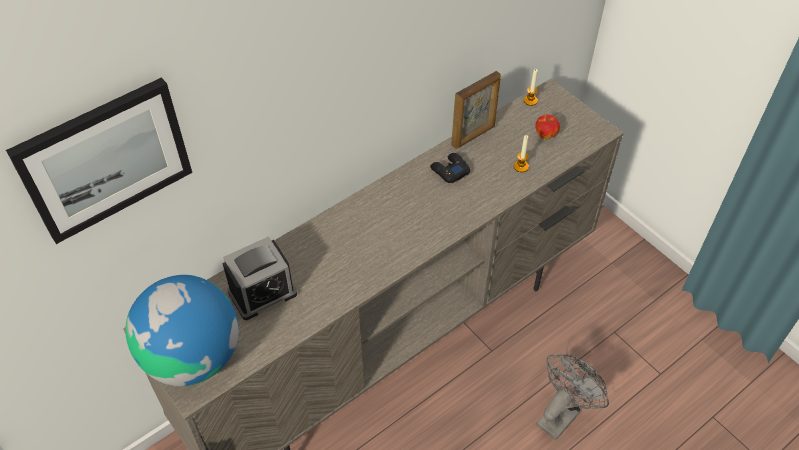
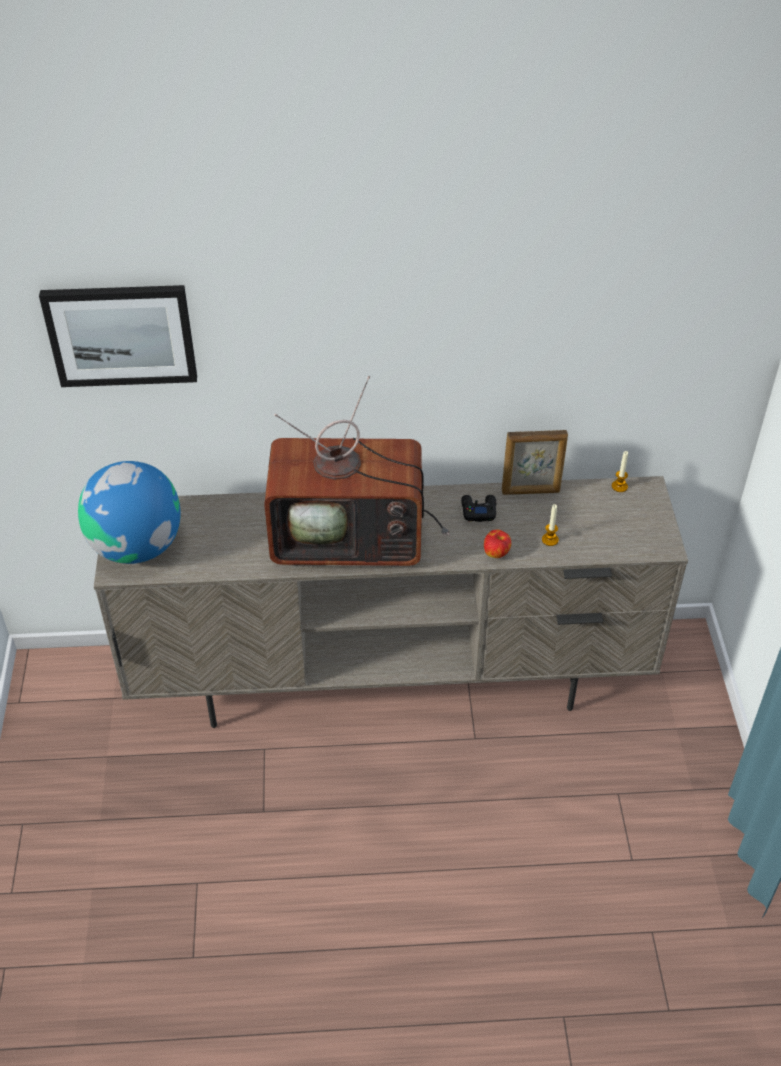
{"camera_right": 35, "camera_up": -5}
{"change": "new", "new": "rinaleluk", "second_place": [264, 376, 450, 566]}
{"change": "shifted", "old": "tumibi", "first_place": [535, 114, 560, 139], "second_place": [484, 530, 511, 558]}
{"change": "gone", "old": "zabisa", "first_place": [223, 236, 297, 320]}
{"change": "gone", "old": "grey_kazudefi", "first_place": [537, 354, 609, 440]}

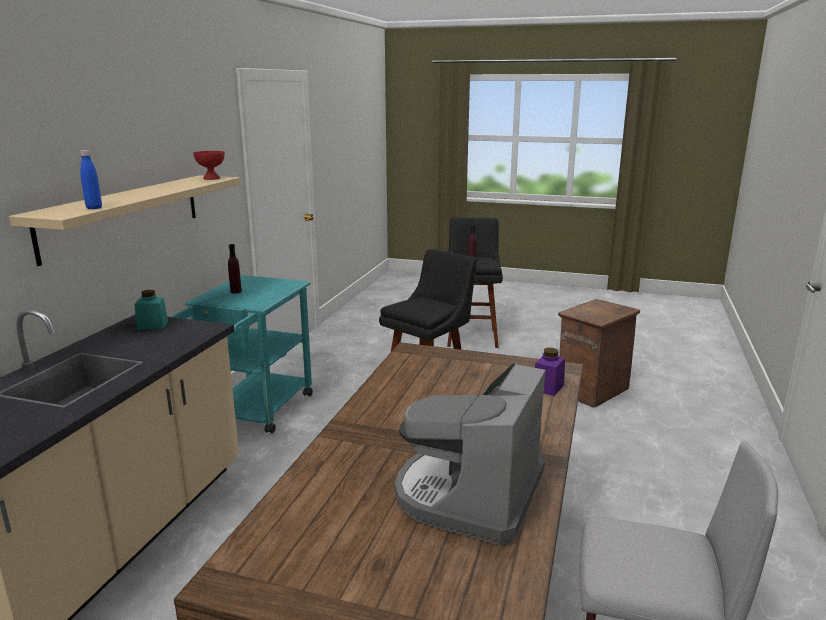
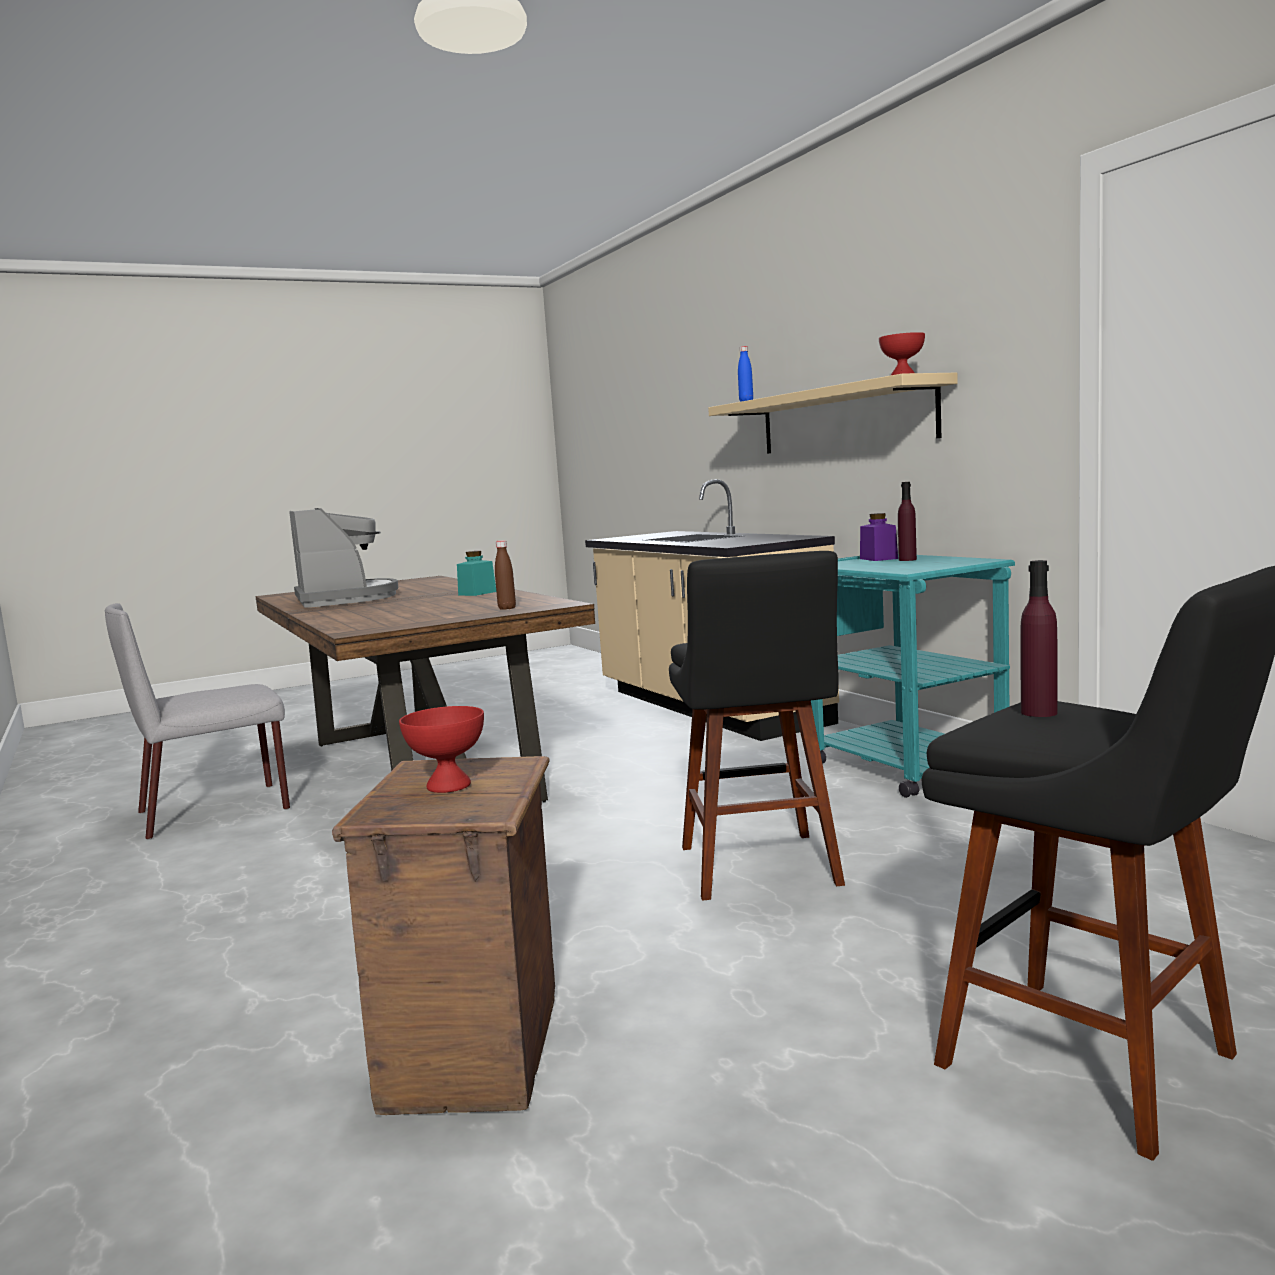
{"camera_right": 135, "camera_up": -10}
{"change": "new", "new": "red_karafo", "second_place": [399, 706, 484, 793]}
{"change": "shifted", "old": "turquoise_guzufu", "first_place": [134, 290, 168, 330], "second_place": [457, 551, 496, 596]}
{"change": "new", "new": "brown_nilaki", "second_place": [495, 540, 516, 610]}
{"change": "shifted", "old": "purple_guzufu", "first_place": [535, 348, 565, 396], "second_place": [860, 513, 898, 561]}

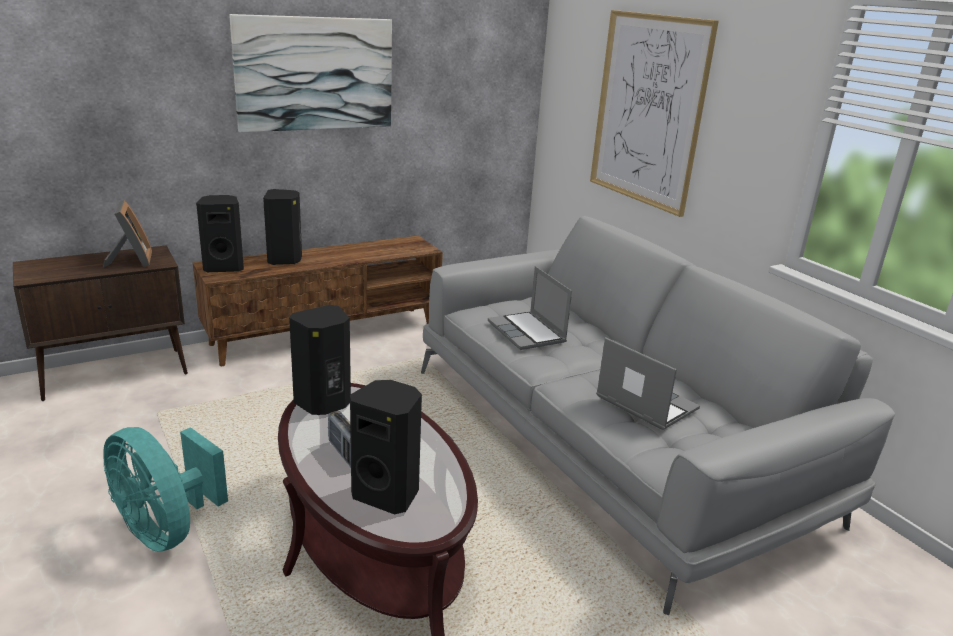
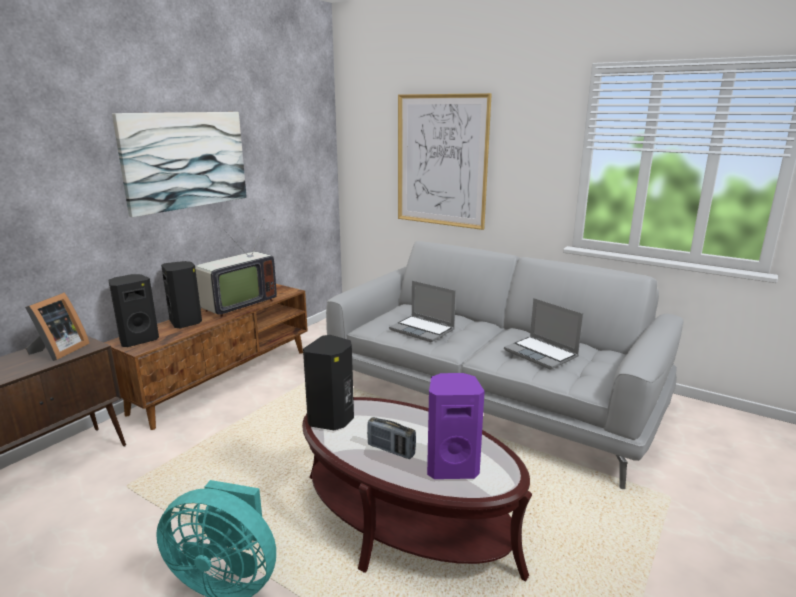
{"camera_right": -25, "camera_up": -5}
{"change": "rotated", "old": "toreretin", "first_place": [103, 200, 152, 268], "second_place": [25, 292, 90, 361], "degrees": 60}
{"change": "new", "new": "rinaleluk", "second_place": [195, 220, 277, 318]}
{"change": "repainted", "old": "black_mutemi", "new": "purple_mutemi", "first_place": [350, 380, 422, 515], "second_place": [427, 373, 485, 479]}
{"change": "rotated", "old": "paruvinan", "first_place": [596, 337, 700, 430], "second_place": [504, 298, 583, 370], "degrees": -150}

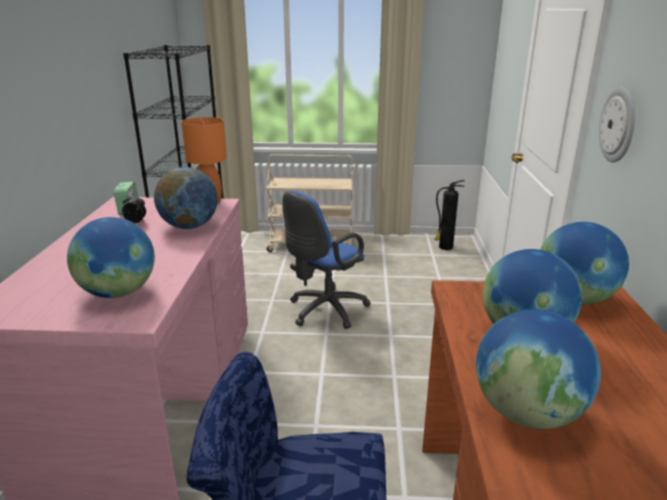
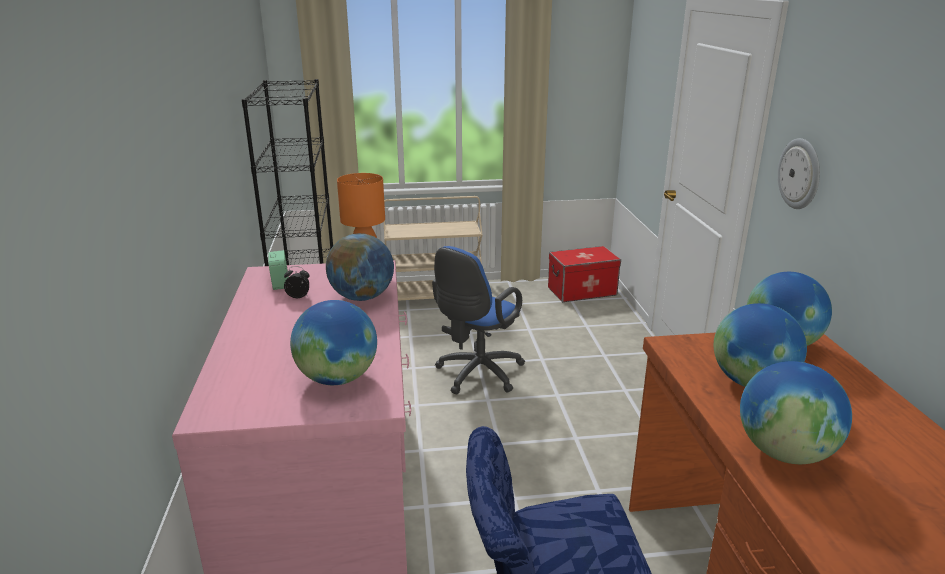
{"camera_right": -10, "camera_up": 0}
{"change": "swapped", "old": "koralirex", "new": "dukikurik", "first_place": [435, 180, 465, 250], "second_place": [548, 246, 621, 302]}

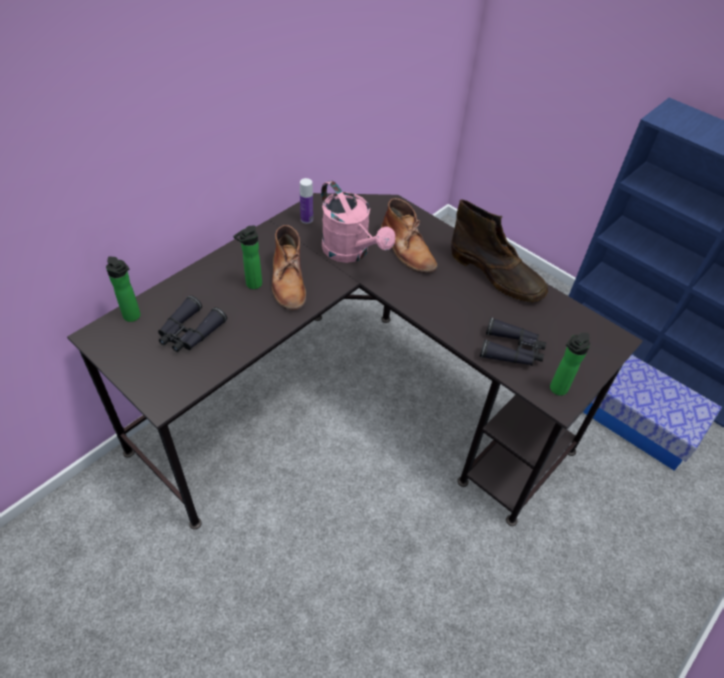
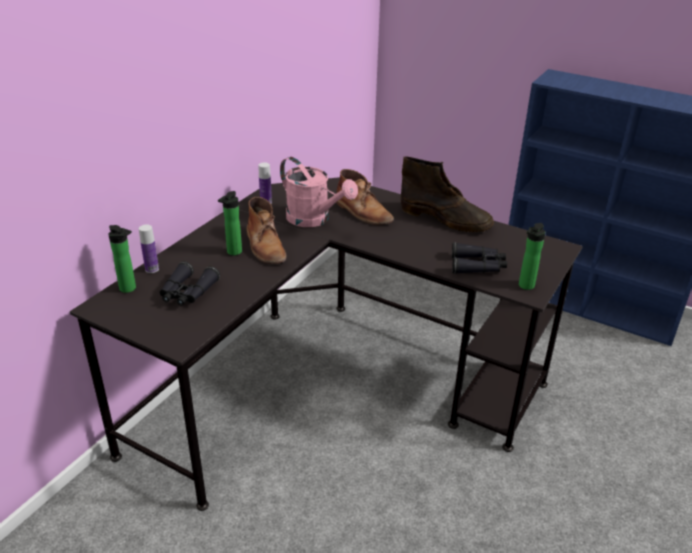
{"camera_right": -10, "camera_up": -15}
{"change": "new", "new": "nilaki", "second_place": [139, 225, 159, 273]}
{"change": "gone", "old": "dukikurik", "first_place": [583, 355, 722, 471]}

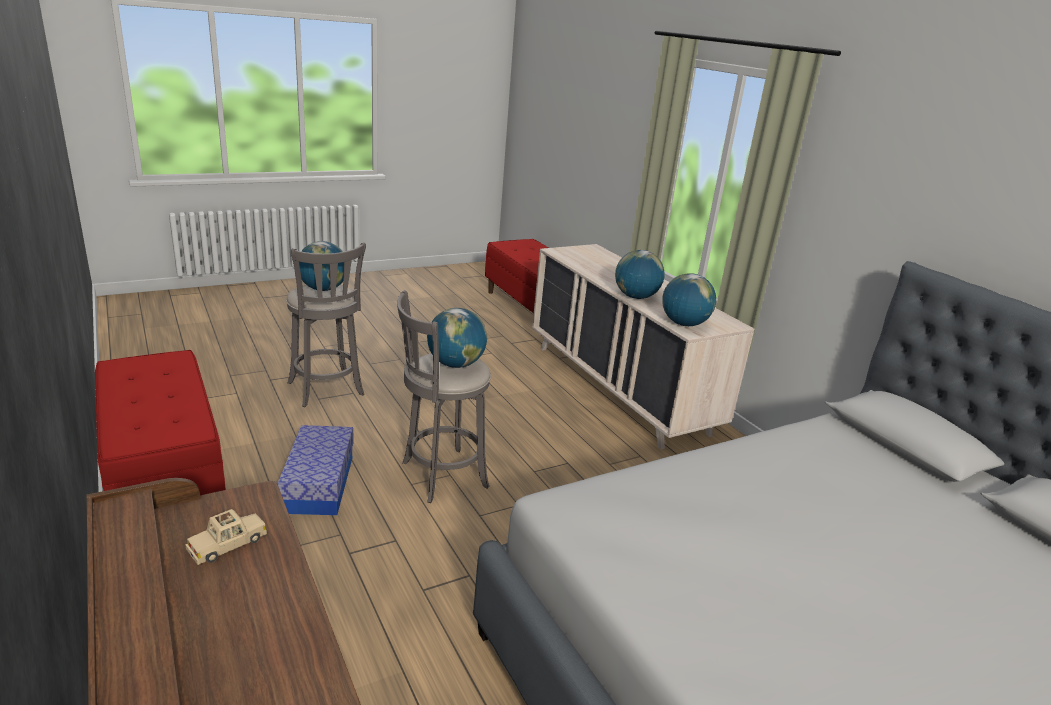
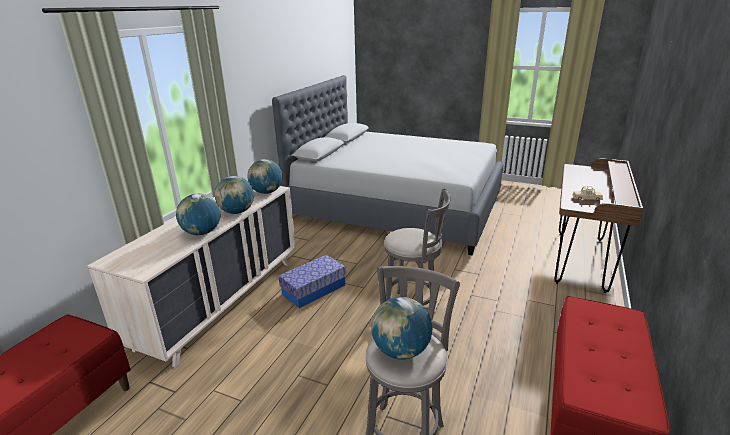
{"camera_right": -125, "camera_up": 0}
{"change": "shifted", "old": "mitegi", "first_place": [427, 308, 487, 368], "second_place": [176, 194, 220, 235]}
{"change": "shifted", "old": "dukikurik", "first_place": [278, 425, 354, 515], "second_place": [278, 255, 346, 308]}

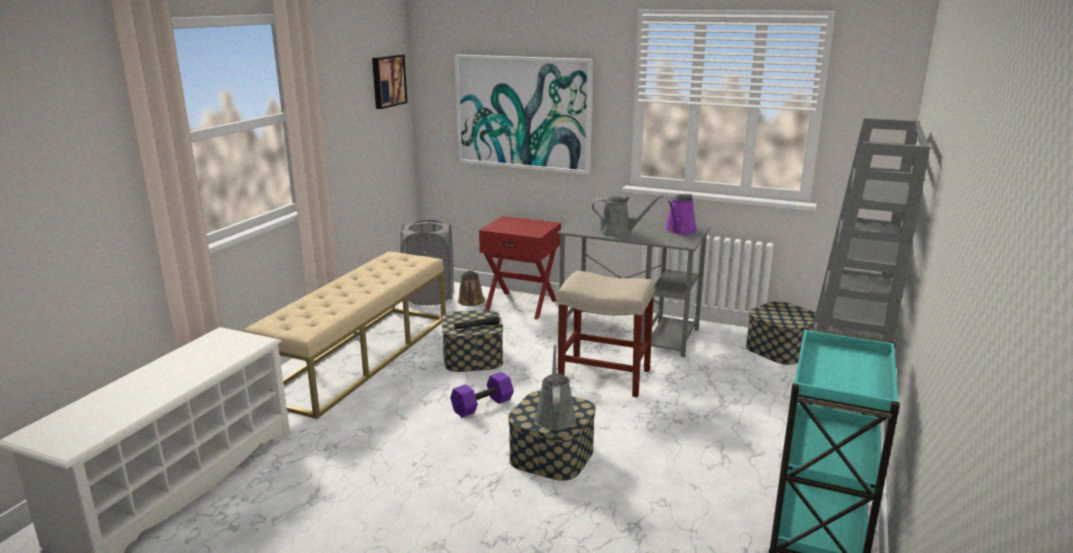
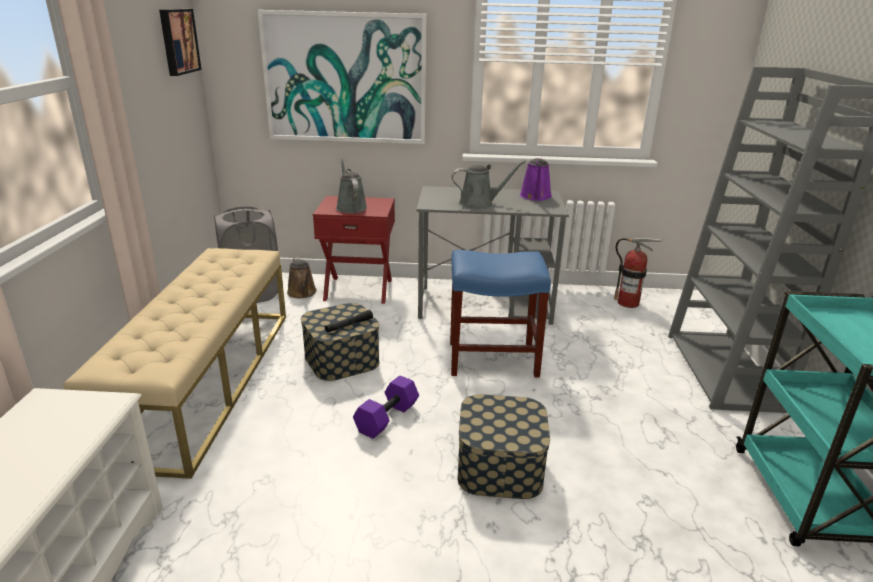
{"camera_right": -20, "camera_up": 5}
{"change": "shifted", "old": "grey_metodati", "first_place": [534, 344, 576, 430], "second_place": [336, 158, 367, 213]}
{"change": "repainted", "old": "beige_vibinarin", "new": "blue_vibinarin", "first_place": [557, 271, 655, 397], "second_place": [450, 250, 551, 378]}
{"change": "swapped", "old": "dukikurik", "new": "koralirex", "first_place": [746, 301, 815, 365], "second_place": [614, 238, 663, 308]}

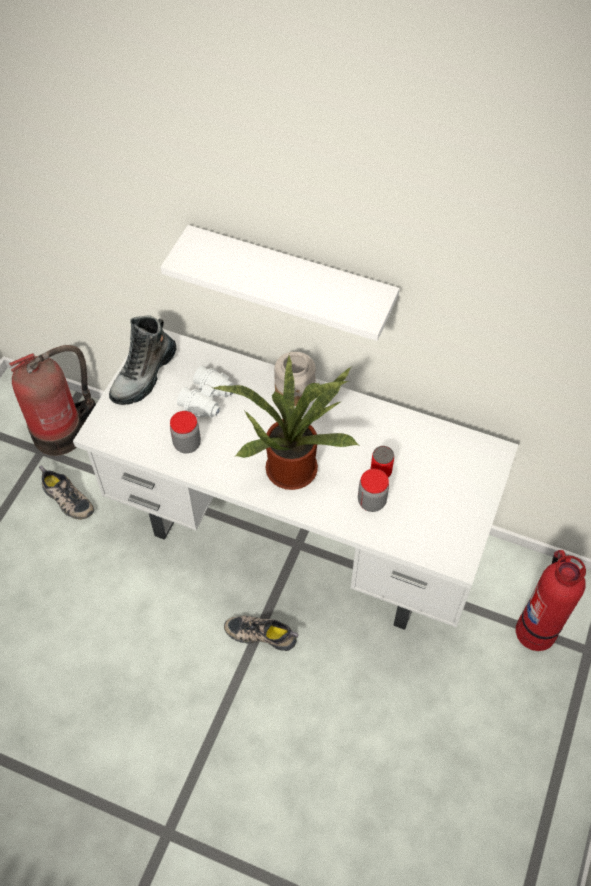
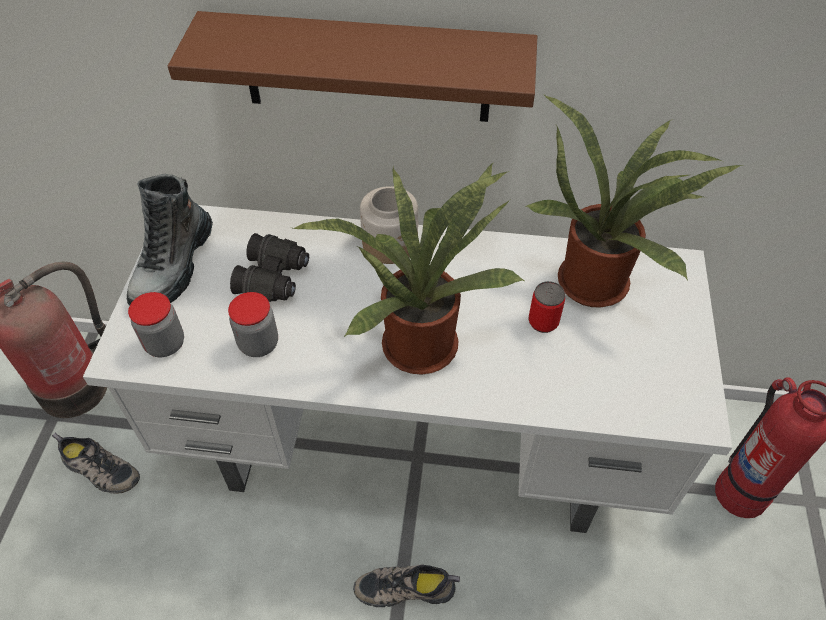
{"camera_right": -15, "camera_up": -5}
{"change": "shifted", "old": "guzufu", "first_place": [358, 469, 389, 512], "second_place": [128, 292, 184, 357]}
{"change": "repainted", "old": "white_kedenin", "new": "brown_kedenin", "first_place": [161, 225, 400, 341], "second_place": [168, 11, 537, 122]}
{"change": "repainted", "old": "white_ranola", "new": "black_ranola", "first_place": [177, 365, 234, 418], "second_place": [230, 233, 309, 302]}
{"change": "new", "new": "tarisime", "second_place": [525, 95, 742, 307]}

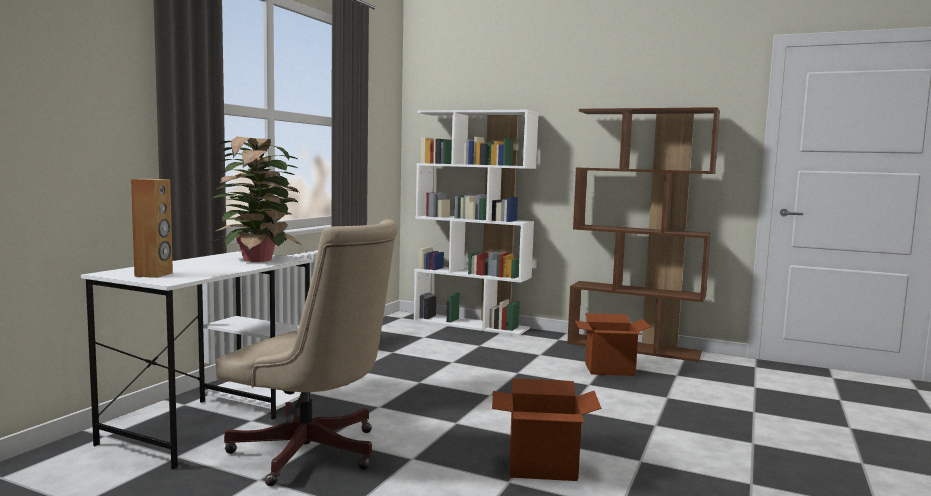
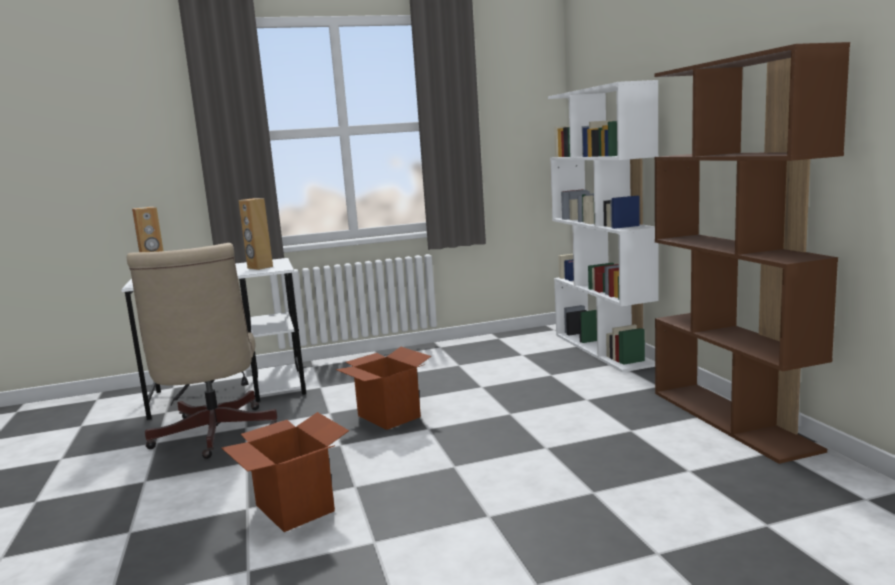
{"camera_right": 50, "camera_up": 5}
{"change": "swapped", "old": "tarisime", "new": "brown_mutemi", "first_place": [210, 137, 302, 262], "second_place": [239, 198, 273, 270]}
{"change": "shifted", "old": "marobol", "first_place": [575, 313, 651, 376], "second_place": [336, 347, 431, 430]}

